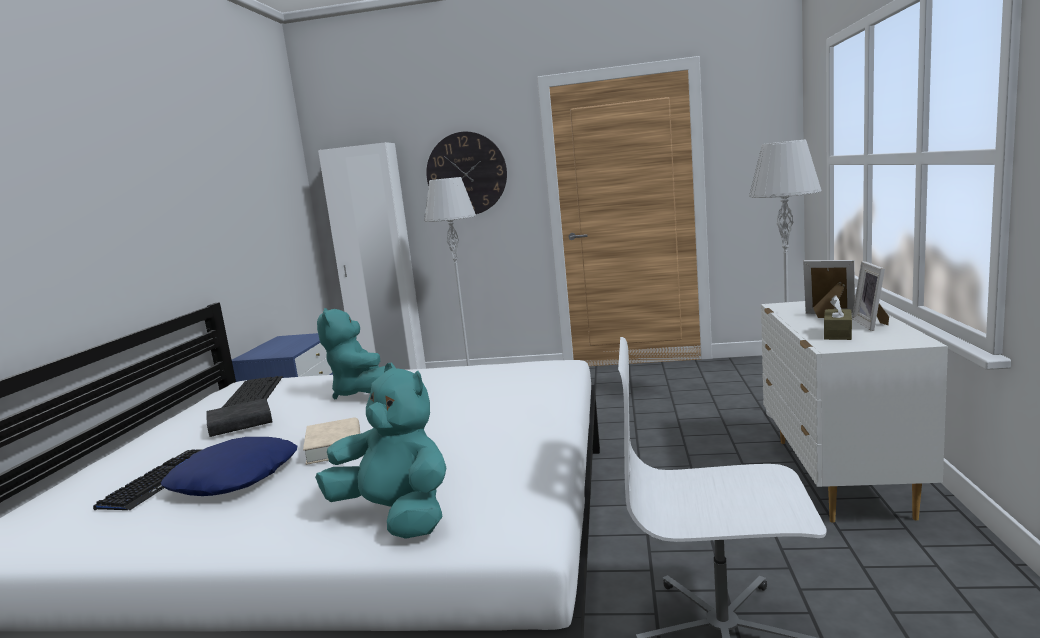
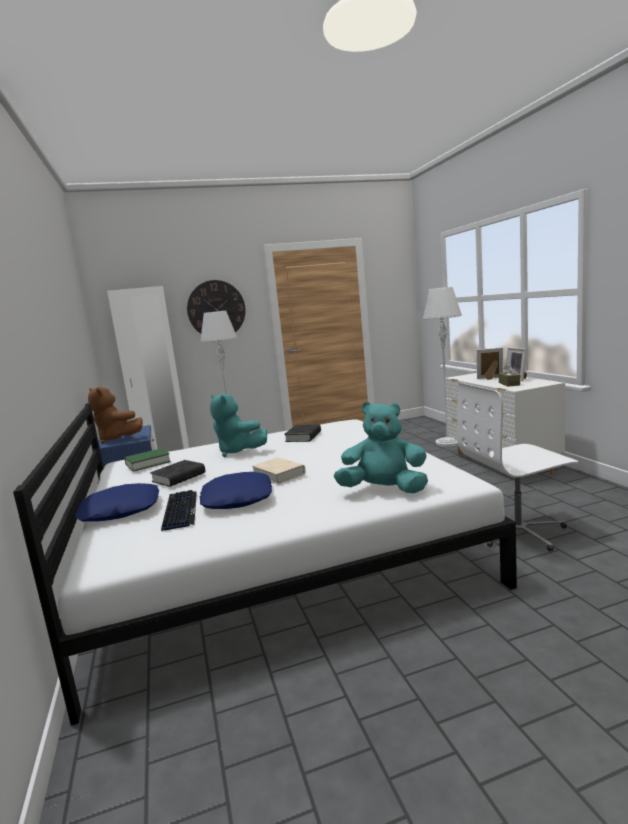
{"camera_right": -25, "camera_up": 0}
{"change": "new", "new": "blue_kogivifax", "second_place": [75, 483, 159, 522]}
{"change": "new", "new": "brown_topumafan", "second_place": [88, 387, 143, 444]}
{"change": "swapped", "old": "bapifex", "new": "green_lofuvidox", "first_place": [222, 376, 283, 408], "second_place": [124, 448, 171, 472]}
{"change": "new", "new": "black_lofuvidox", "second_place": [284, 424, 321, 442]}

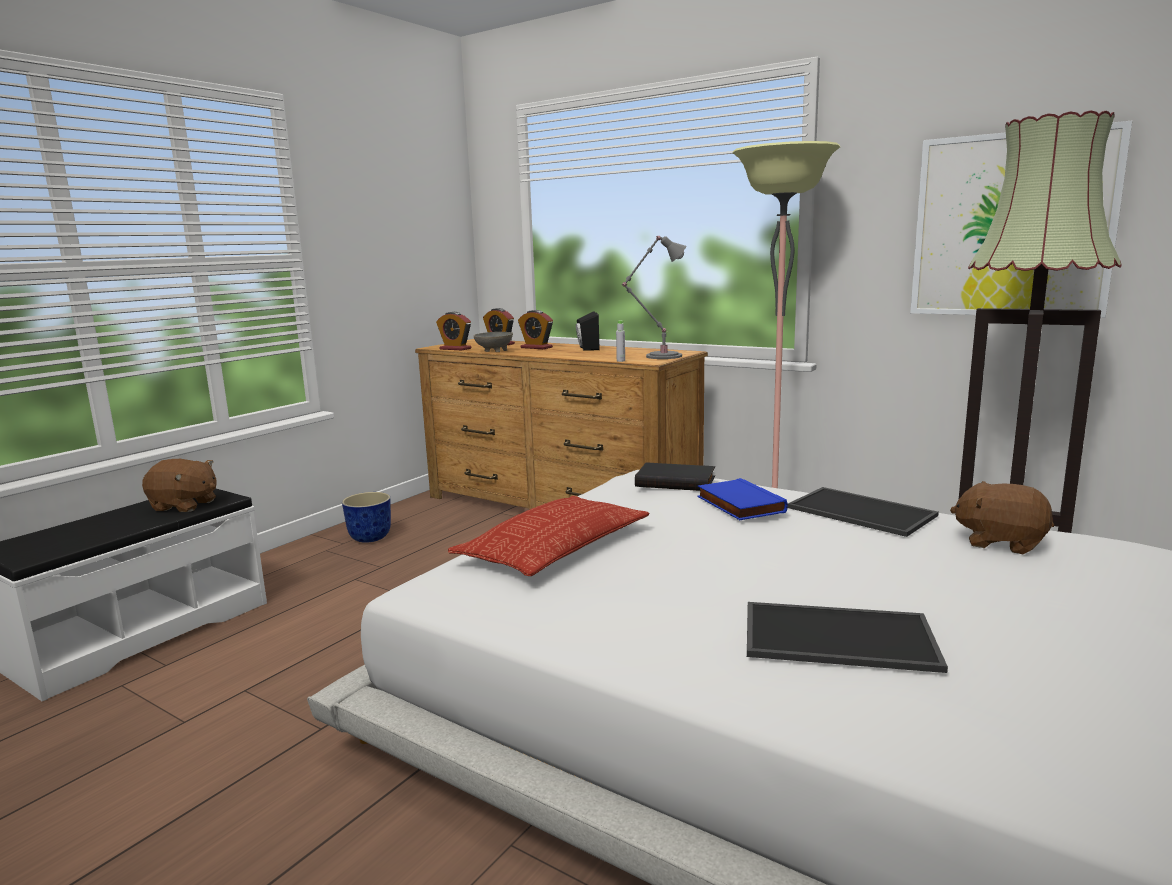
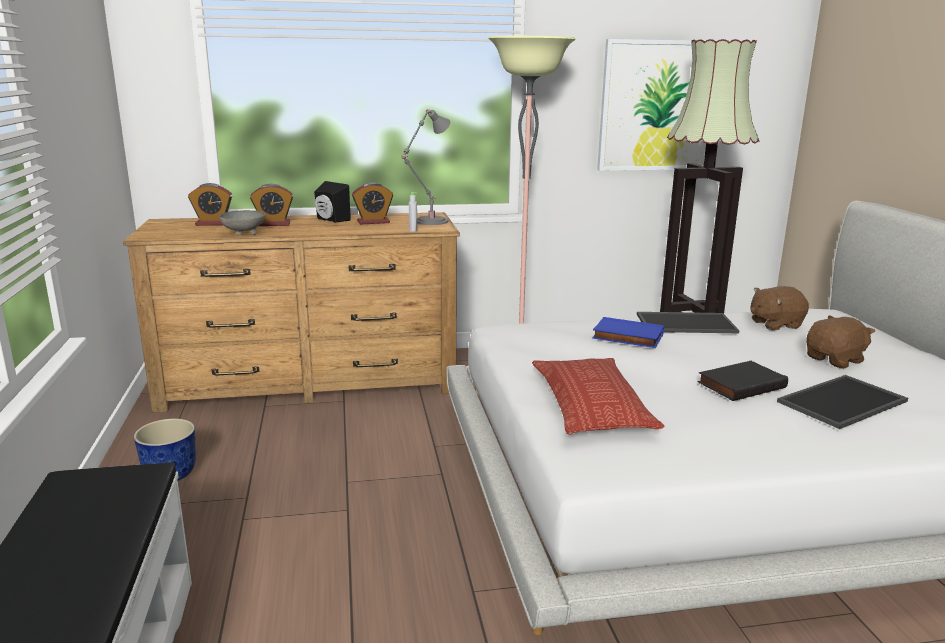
{"camera_right": -45, "camera_up": 5}
{"change": "shifted", "old": "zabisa", "first_place": [436, 312, 471, 350], "second_place": [352, 182, 393, 225]}
{"change": "shifted", "old": "black_lofuvidox", "first_place": [635, 462, 715, 491], "second_place": [698, 361, 788, 401]}
{"change": "shifted", "old": "brown_topumafan", "first_place": [142, 459, 217, 512], "second_place": [806, 315, 876, 369]}

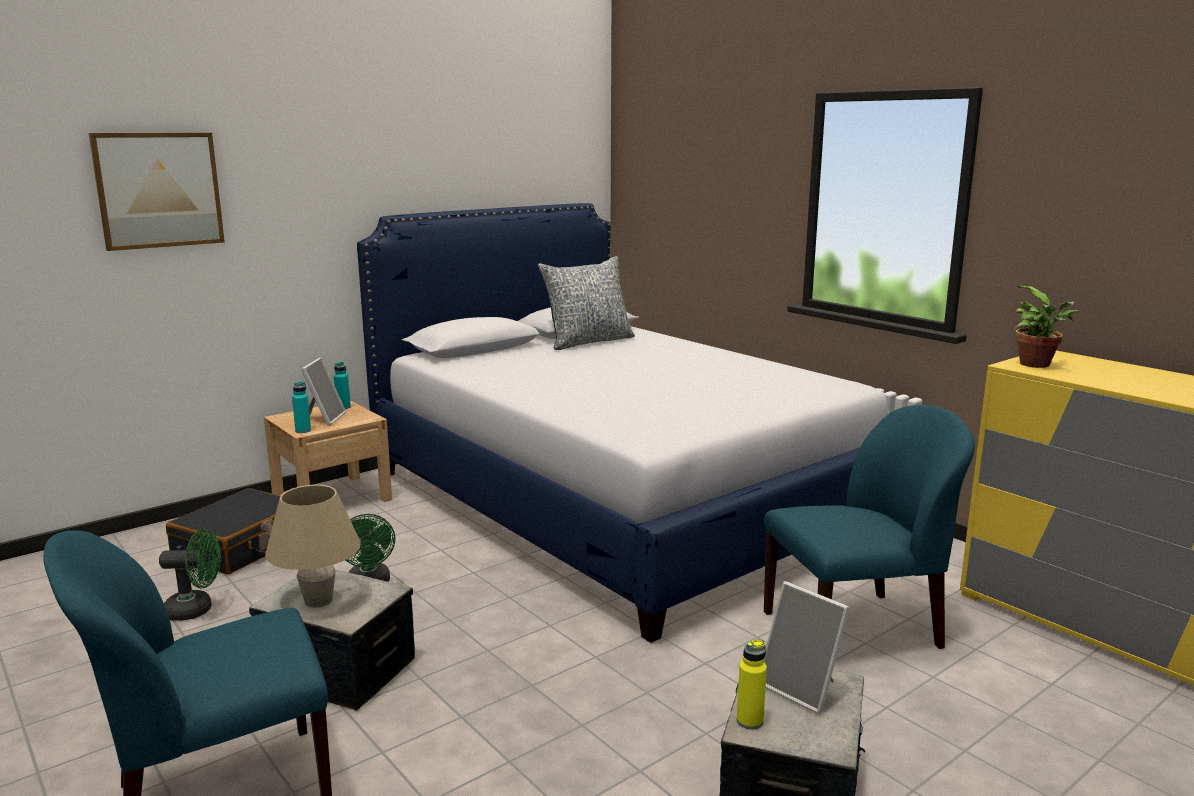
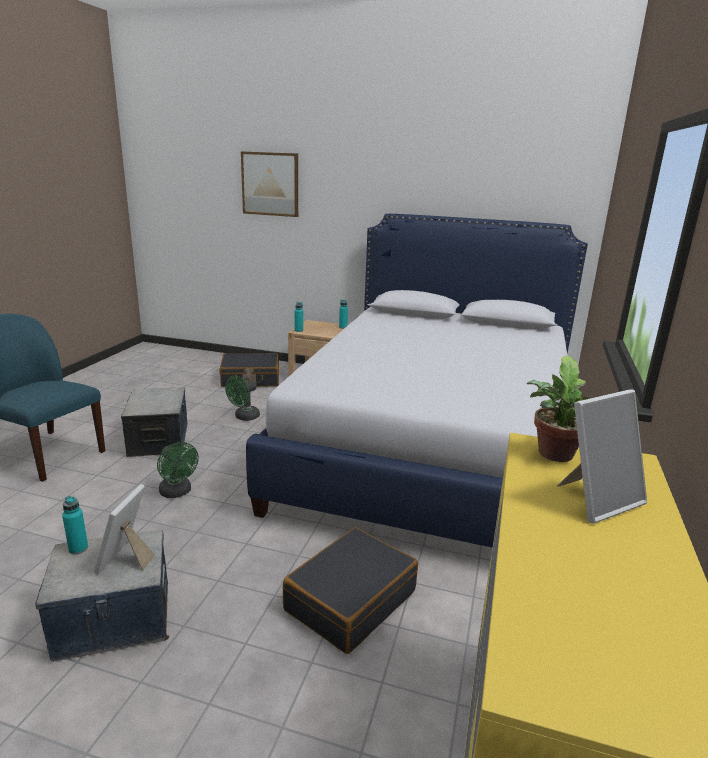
{"camera_right": 55, "camera_up": 5}
{"change": "repainted", "old": "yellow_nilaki", "new": "turquoise_nilaki", "first_place": [737, 639, 767, 729], "second_place": [62, 496, 88, 555]}
{"change": "shifted", "old": "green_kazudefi", "first_place": [159, 529, 221, 621], "second_place": [157, 442, 199, 498]}
{"change": "swapped", "old": "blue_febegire", "new": "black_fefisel", "first_place": [764, 405, 975, 649], "second_place": [283, 528, 418, 654]}
{"change": "shifted", "old": "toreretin", "first_place": [301, 358, 346, 426], "second_place": [557, 389, 647, 524]}
{"change": "gone", "old": "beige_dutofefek", "first_place": [265, 485, 361, 607]}
{"change": "gone", "old": "kogivifax", "first_place": [538, 256, 635, 350]}

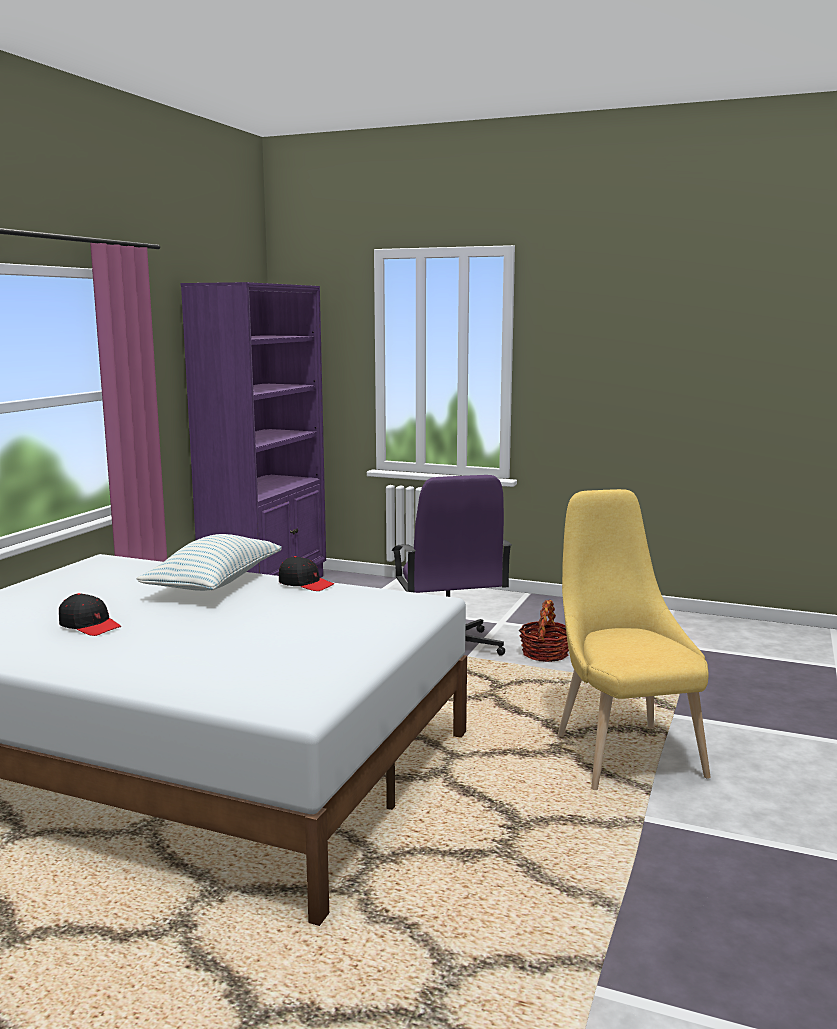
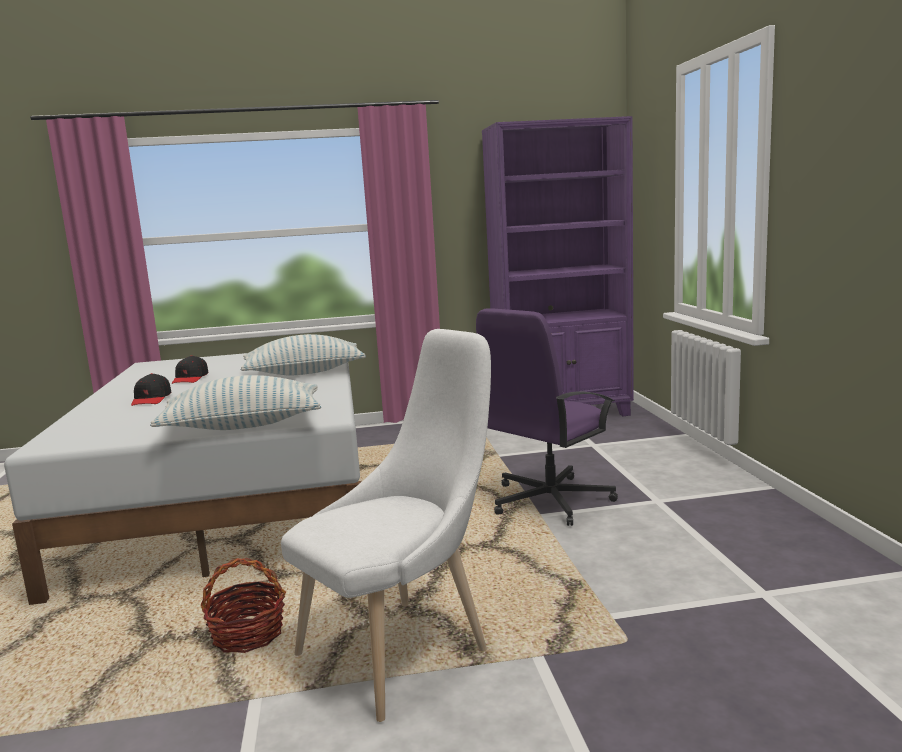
{"camera_right": 60, "camera_up": 0}
{"change": "shifted", "old": "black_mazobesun", "first_place": [279, 556, 334, 591], "second_place": [131, 373, 171, 406]}
{"change": "new", "new": "kogivifax", "second_place": [150, 375, 321, 430]}
{"change": "shifted", "old": "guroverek", "first_place": [519, 600, 569, 662], "second_place": [201, 558, 286, 653]}
{"change": "repainted", "old": "yellow_febegire", "new": "white_febegire", "first_place": [558, 489, 711, 790], "second_place": [281, 329, 491, 722]}

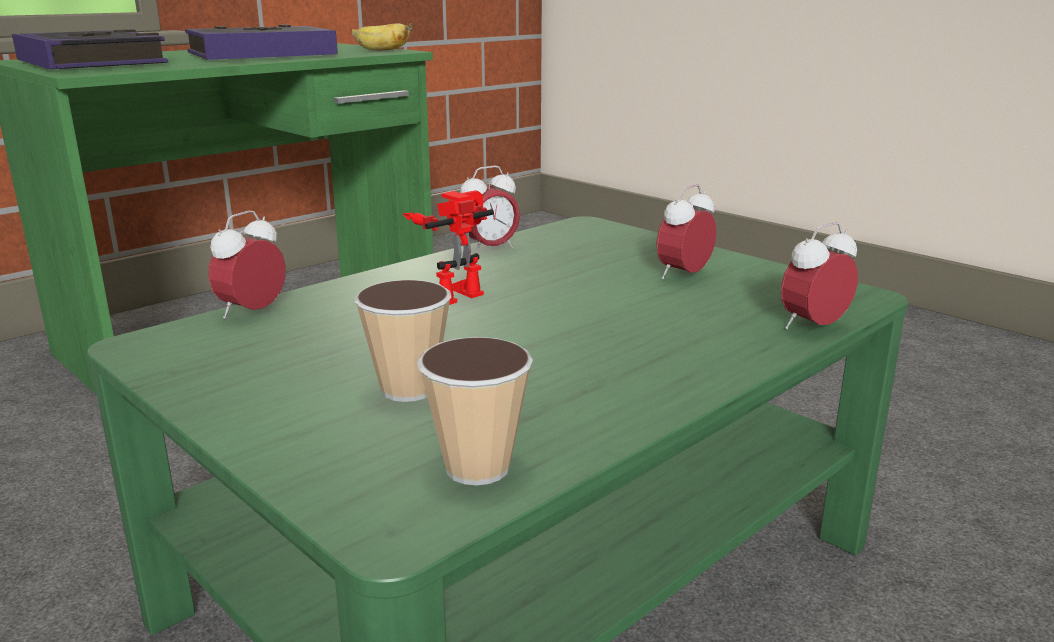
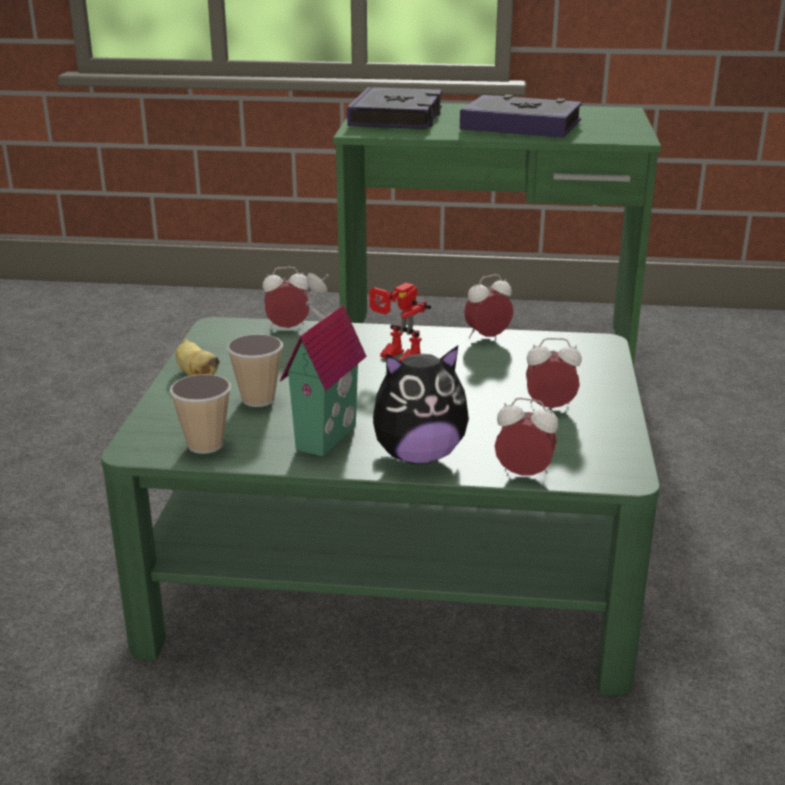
{"camera_right": 50, "camera_up": 5}
{"change": "shifted", "old": "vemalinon", "first_place": [352, 23, 413, 51], "second_place": [175, 339, 220, 376]}
{"change": "new", "new": "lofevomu", "second_place": [280, 273, 367, 457]}
{"change": "rotated", "old": "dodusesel", "first_place": [403, 190, 494, 305], "second_place": [369, 283, 431, 362], "degrees": -150}
{"change": "new", "new": "topumafan", "second_place": [373, 346, 469, 464]}
{"change": "rotated", "old": "zabisa", "first_place": [460, 166, 520, 253], "second_place": [464, 274, 513, 338], "degrees": 135}

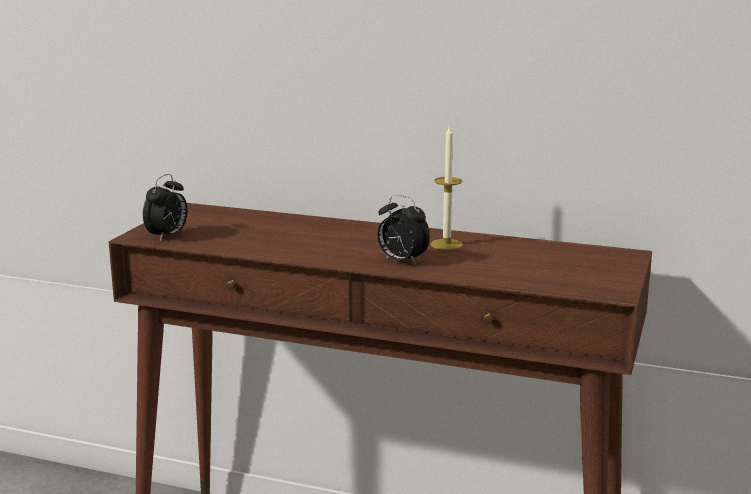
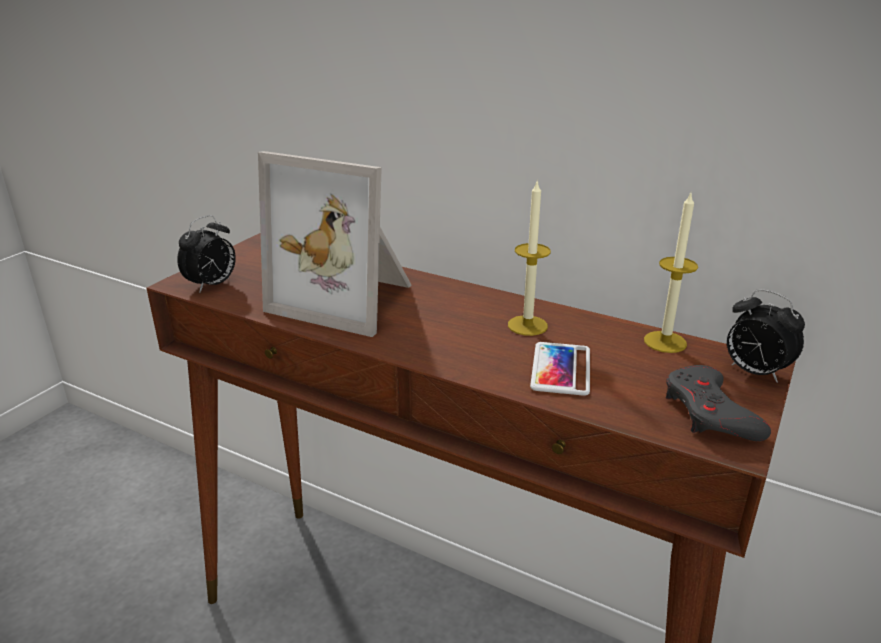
{"camera_right": 10, "camera_up": 10}
{"change": "new", "new": "toreretin", "second_place": [258, 151, 412, 337]}
{"change": "new", "new": "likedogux", "second_place": [530, 342, 590, 396]}
{"change": "new", "new": "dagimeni", "second_place": [644, 191, 698, 353]}
{"change": "new", "new": "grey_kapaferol", "second_place": [666, 365, 771, 441]}
{"change": "shifted", "old": "zabisa", "first_place": [378, 195, 430, 265], "second_place": [727, 289, 805, 383]}

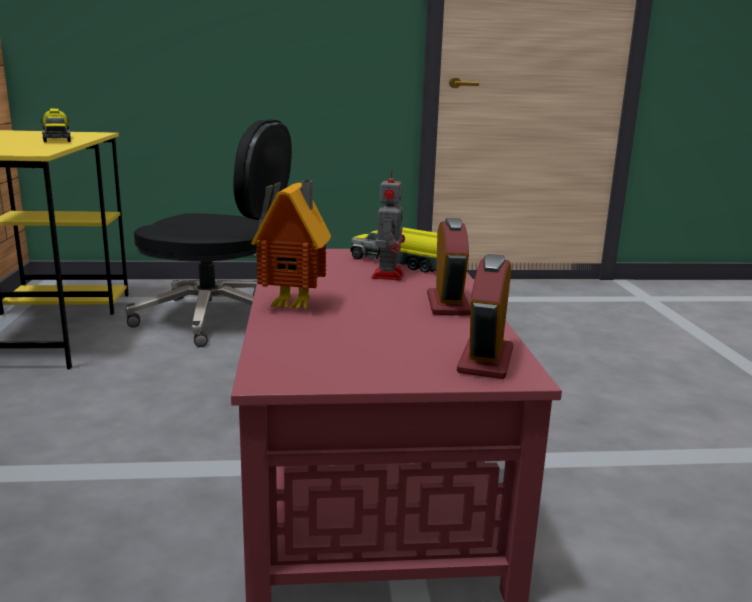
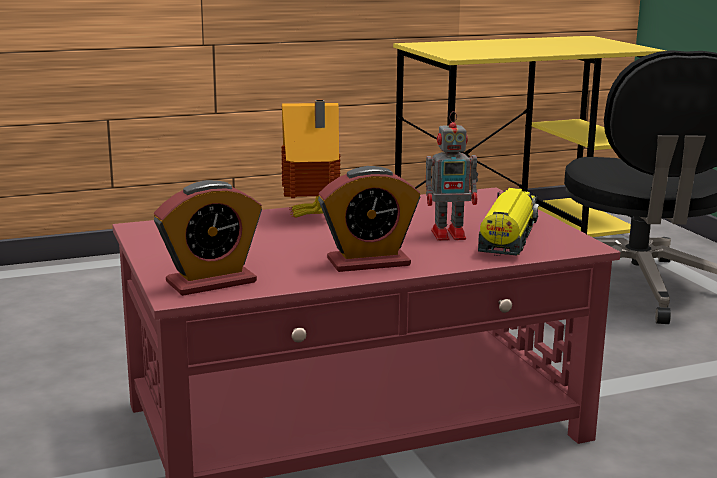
{"camera_right": 75, "camera_up": 0}
{"change": "rotated", "old": "zabisa", "first_place": [457, 254, 513, 379], "second_place": [154, 180, 262, 296], "degrees": 150}
{"change": "gone", "old": "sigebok", "first_place": [41, 108, 71, 142]}

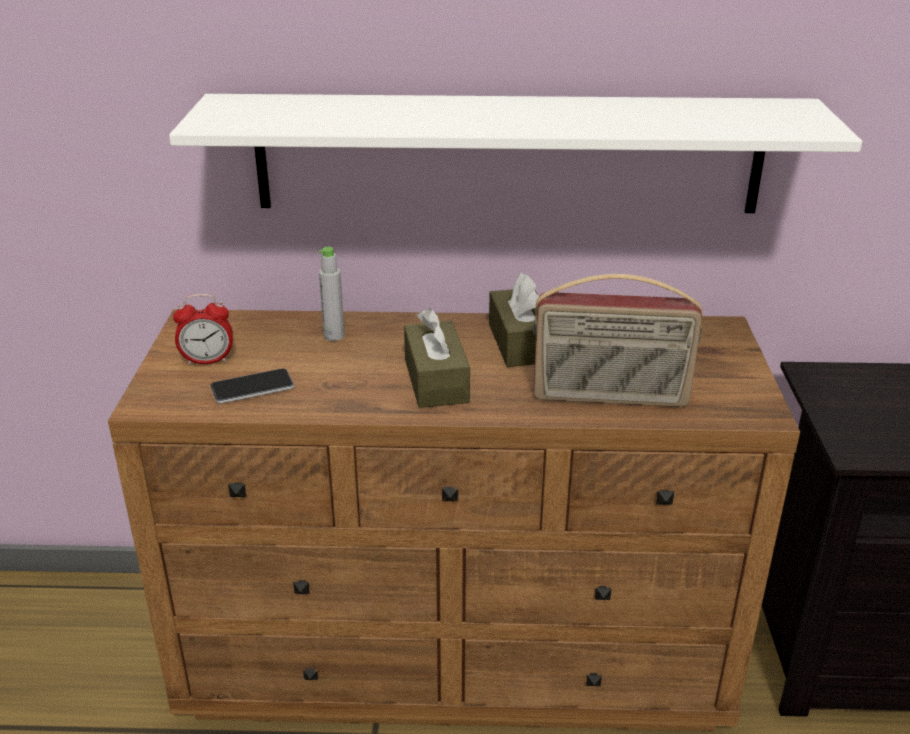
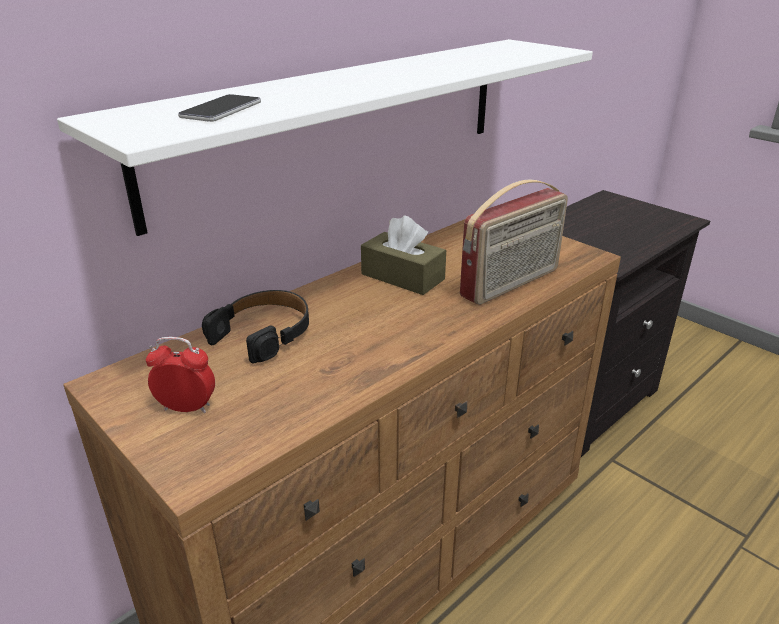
{"camera_right": -45, "camera_up": 0}
{"change": "rotated", "old": "zabisa", "first_place": [173, 294, 233, 365], "second_place": [146, 337, 215, 413], "degrees": -120}
{"change": "shifted", "old": "likedogux", "first_place": [210, 368, 294, 404], "second_place": [178, 94, 261, 122]}
{"change": "swapped", "old": "grey_nilaki", "new": "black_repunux", "first_place": [319, 247, 345, 341], "second_place": [202, 290, 309, 363]}
{"change": "gone", "old": "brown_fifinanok", "first_place": [404, 308, 470, 408]}

